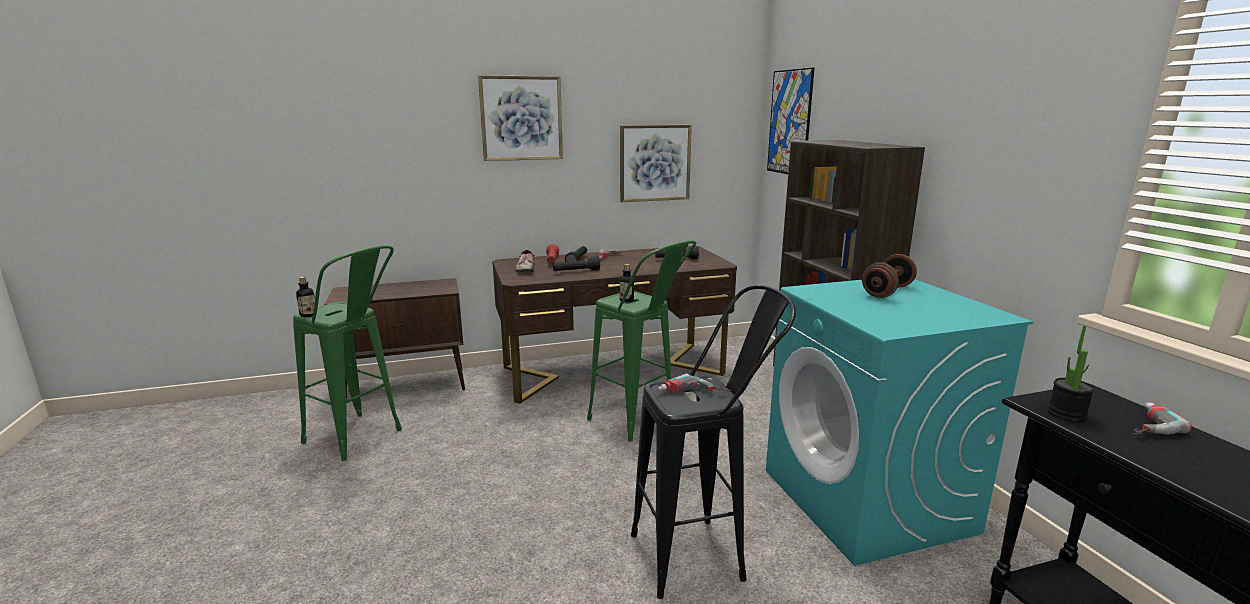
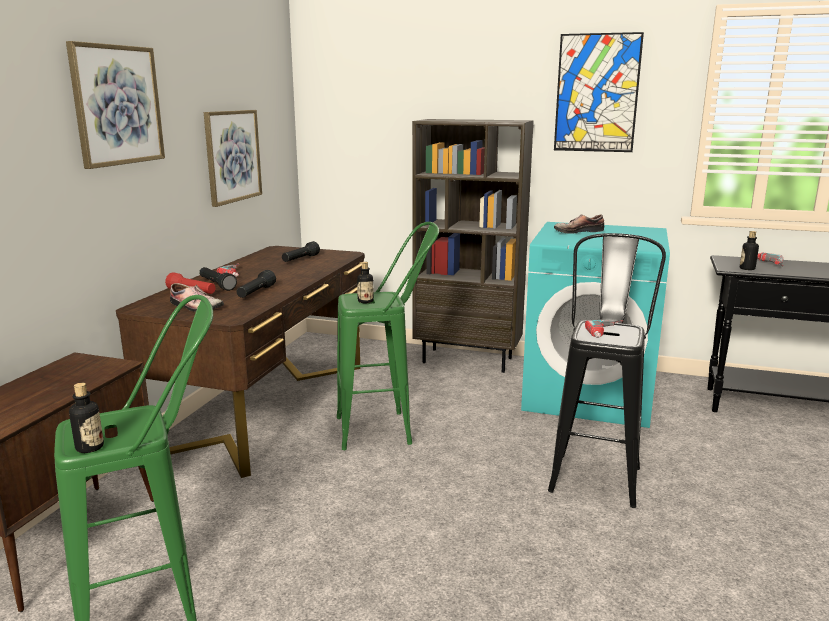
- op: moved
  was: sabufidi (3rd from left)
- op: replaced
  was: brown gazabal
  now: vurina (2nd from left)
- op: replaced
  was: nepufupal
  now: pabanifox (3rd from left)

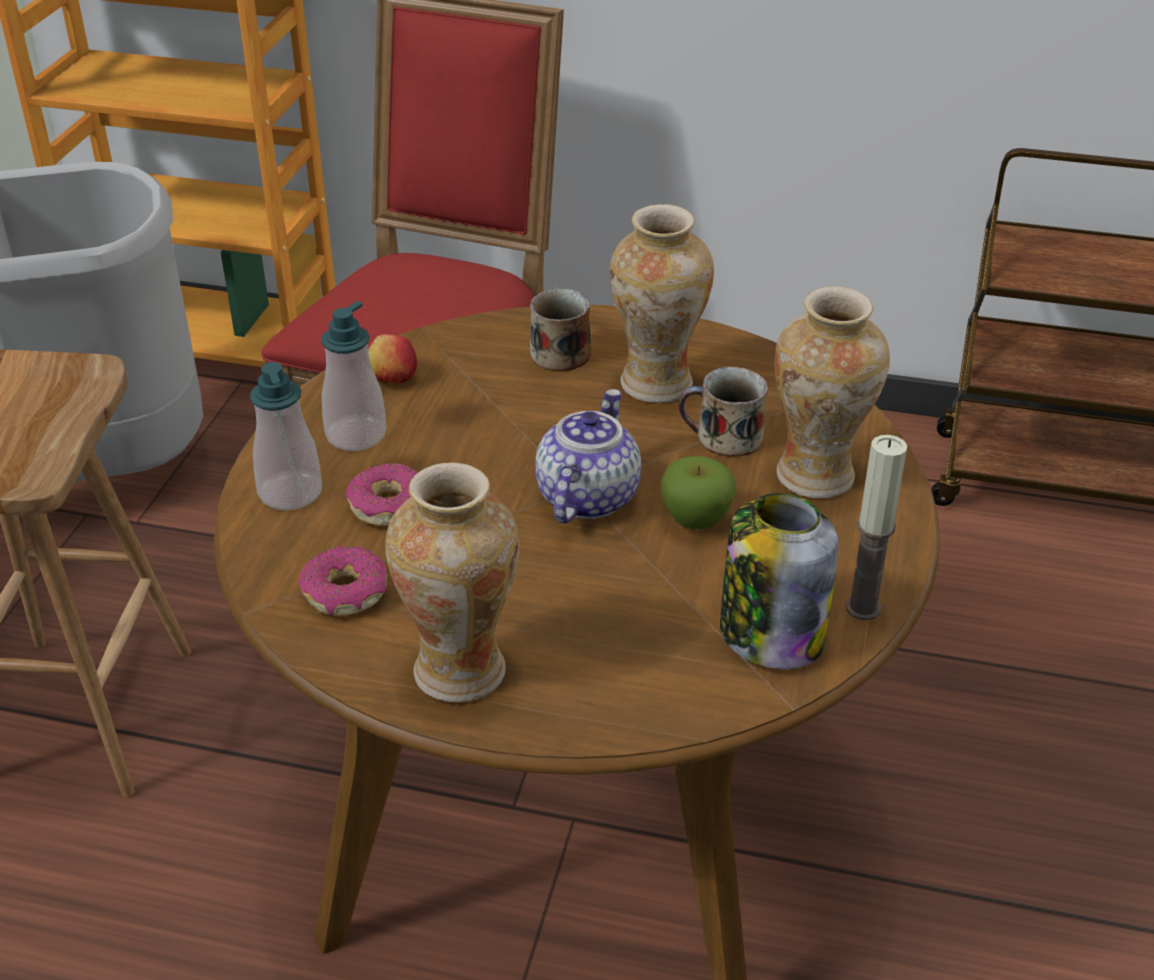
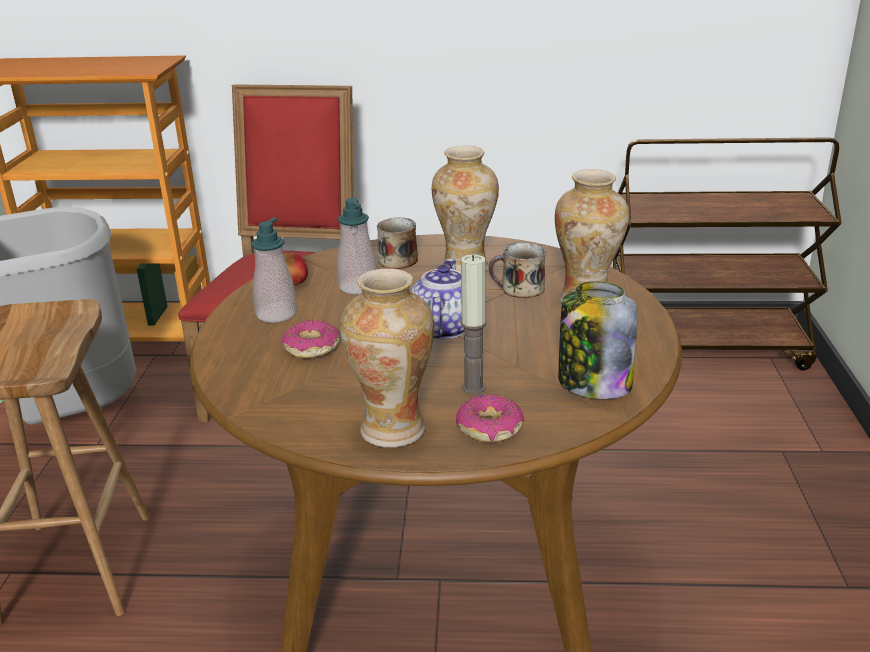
- op: moved
  was: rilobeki (1st from left in the first image)
  now: rilobeki (2nd from left)
- op: moved
  was: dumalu (1st from left in the first image)
  now: dumalu (2nd from left)
- op: removed
  was: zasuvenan (2nd from left)
- op: moved
  was: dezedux

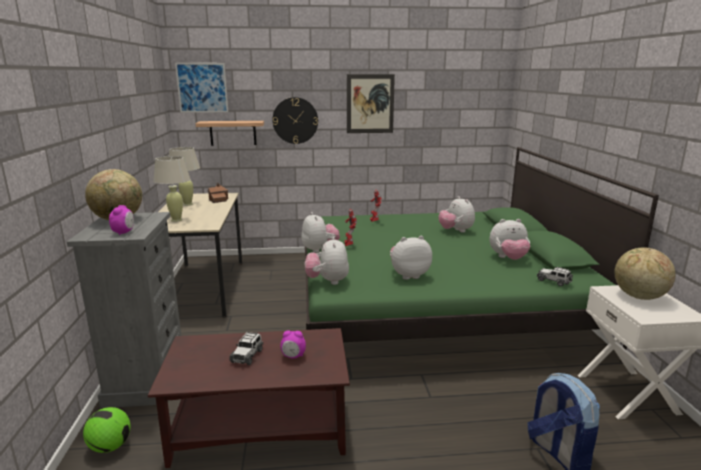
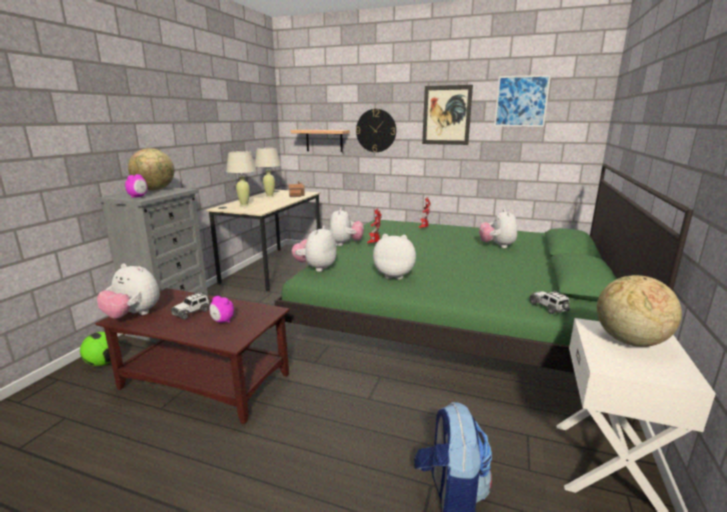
- op: moved
  was: sabufidi (1st from left in the first image)
  now: sabufidi (2nd from left)
- op: moved
  was: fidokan (5th from left in the first image)
  now: fidokan (1st from left)

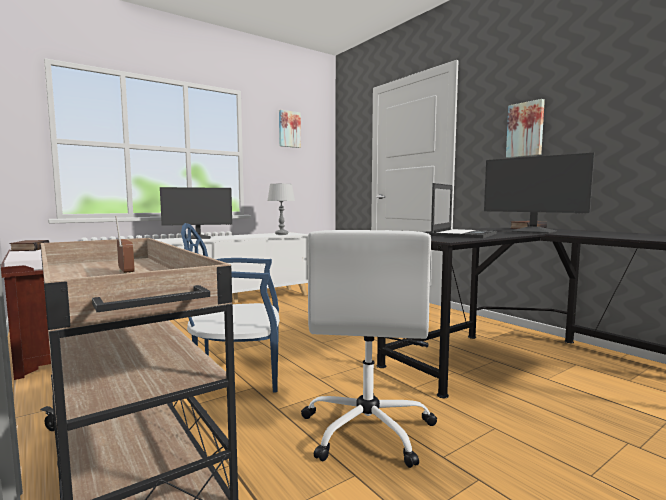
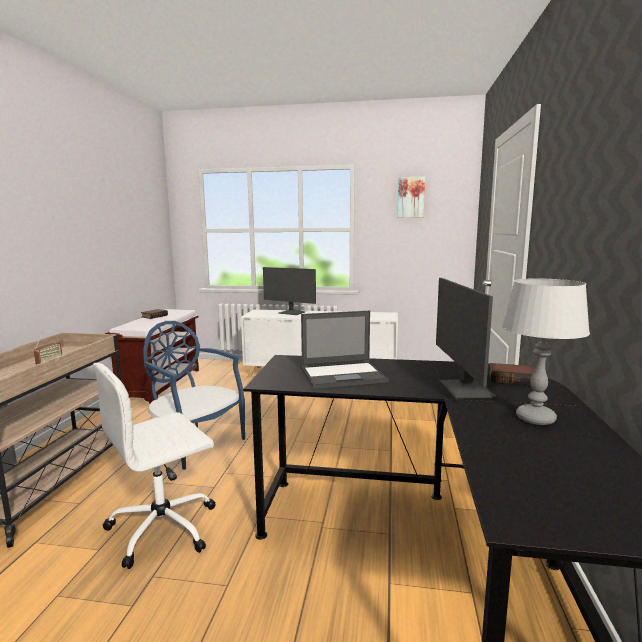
- op: moved
  was: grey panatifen
- op: removed
  was: sabufidi (2nd from left)

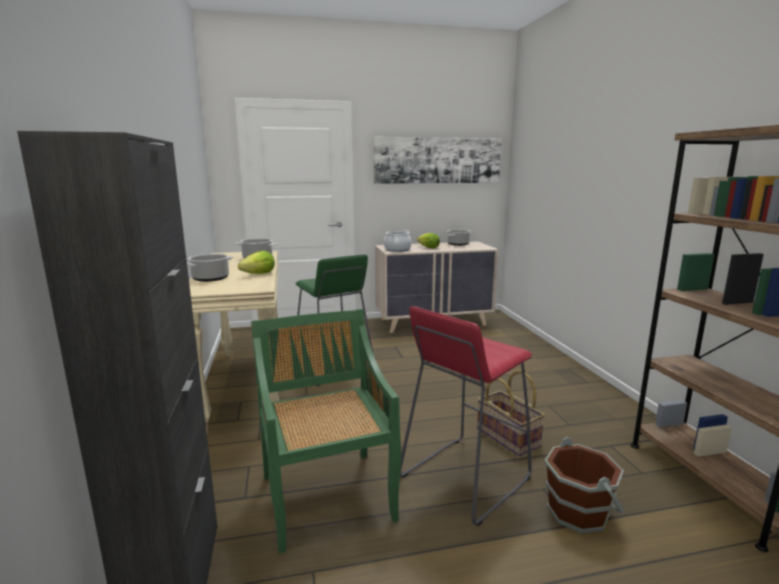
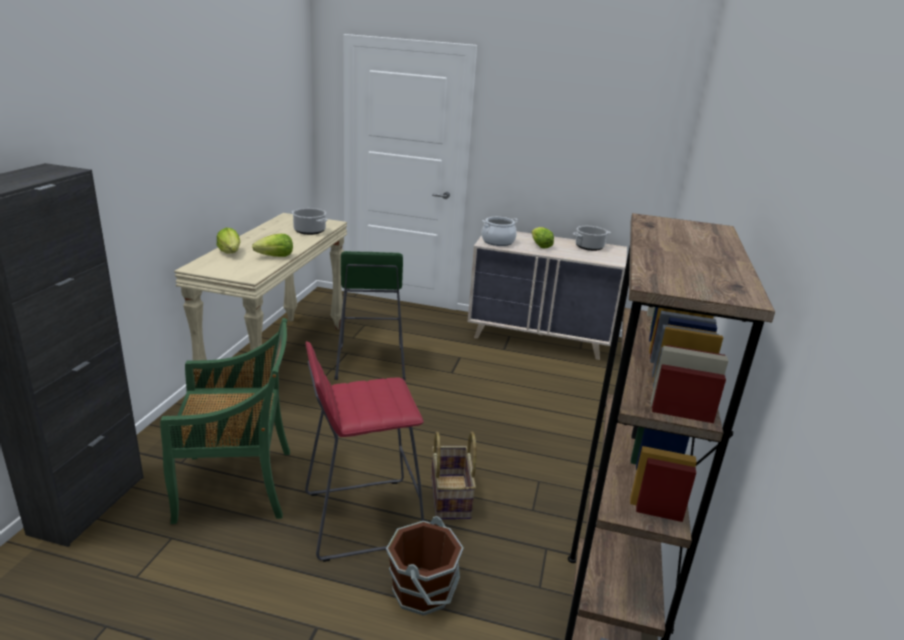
- op: replaced
  was: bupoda (1st from left)
  now: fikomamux (1st from left)
- op: turned
  was: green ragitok
  clockwise: 75
- op: removed
  was: sabufidi

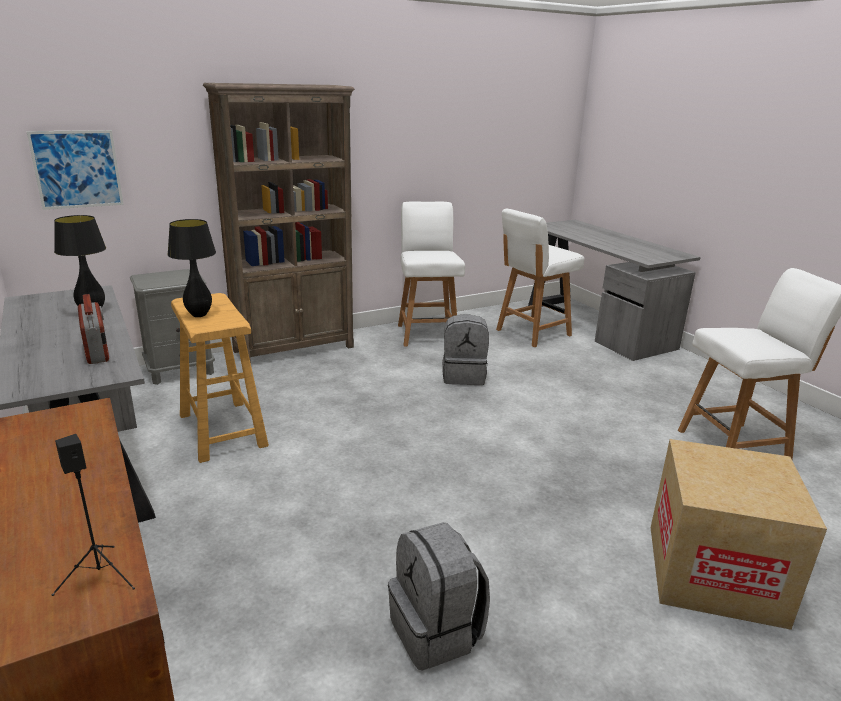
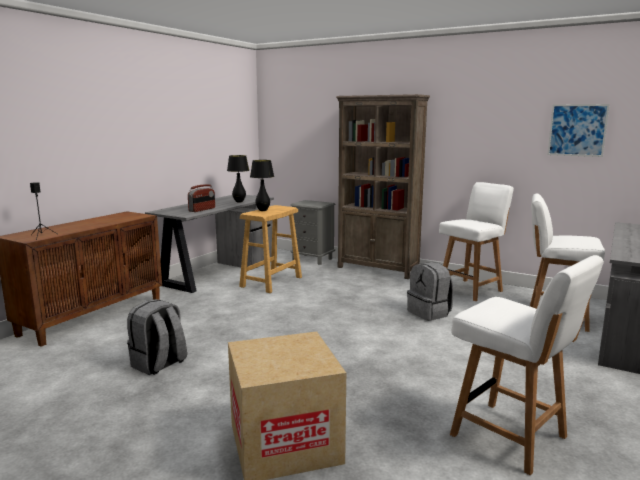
- op: moved
  was: sabufidi

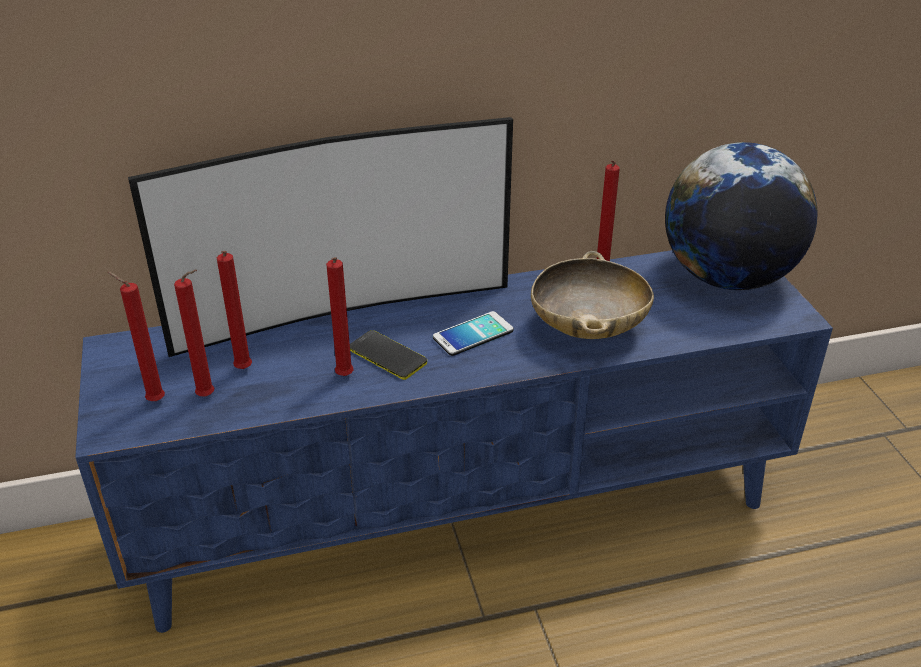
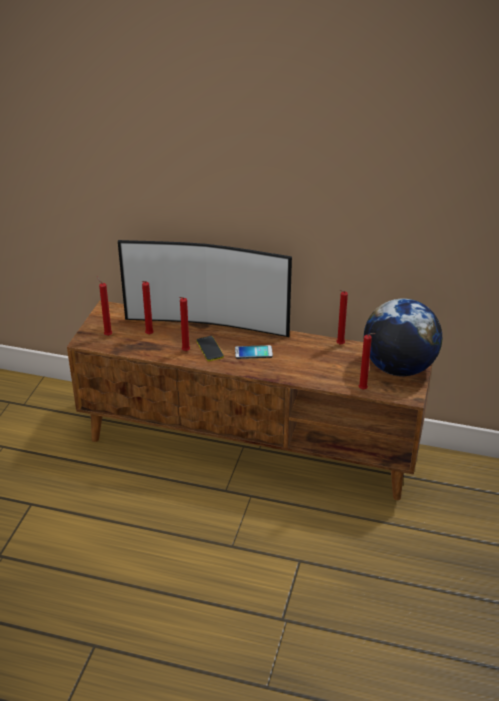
- op: recoloured
  was: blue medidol
  now: brown medidol
- op: moved
  was: red dezedux (2nd from left in the first image)
  now: red dezedux (5th from left)
- op: removed
  was: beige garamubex

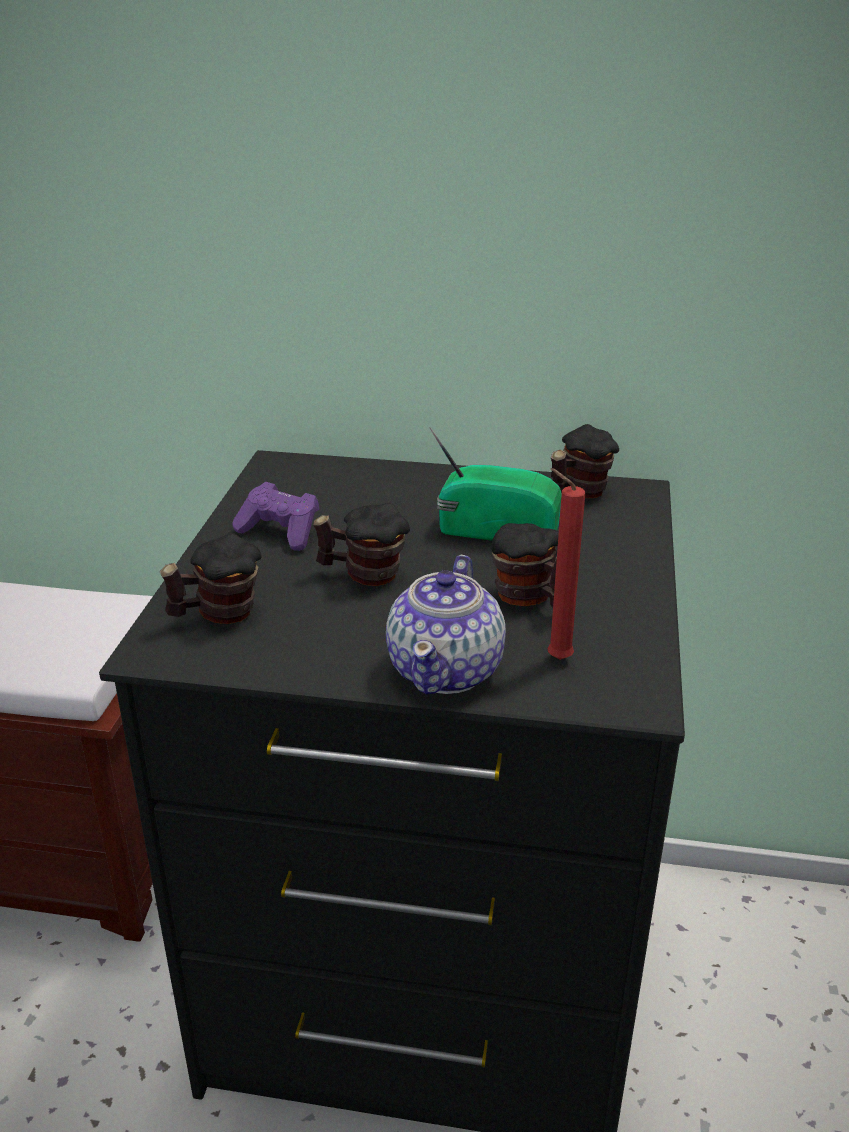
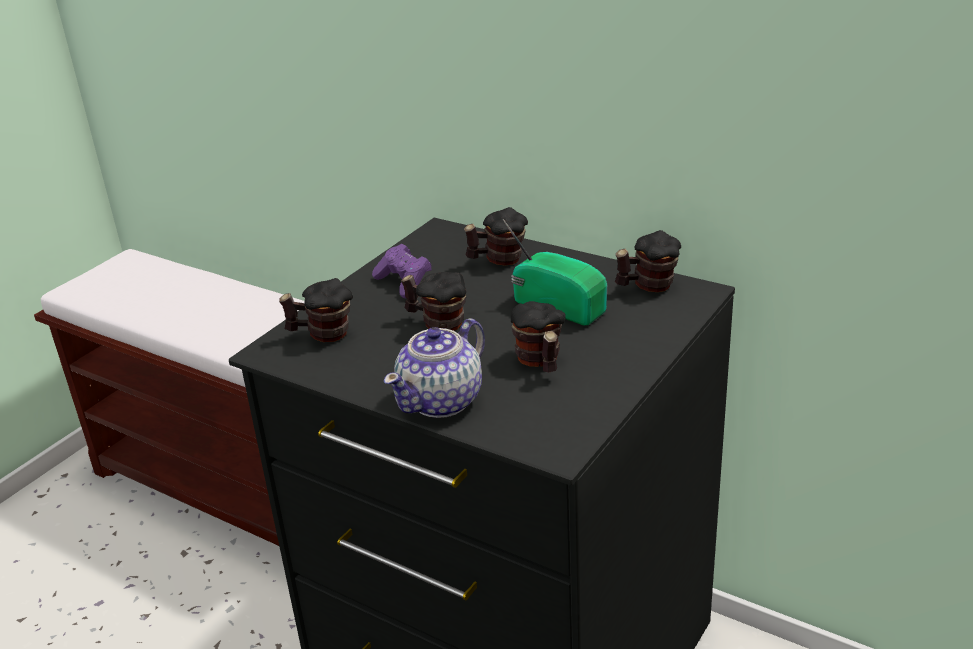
- op: removed
  was: red dezedux
- op: added
  now: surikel (3rd from left)

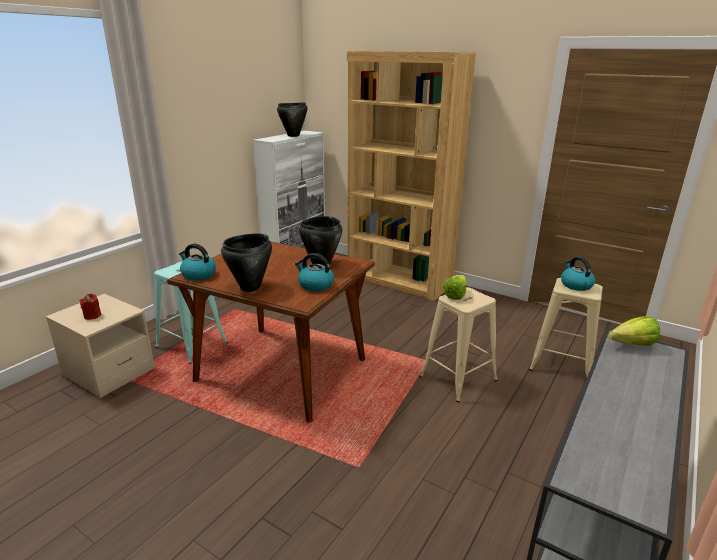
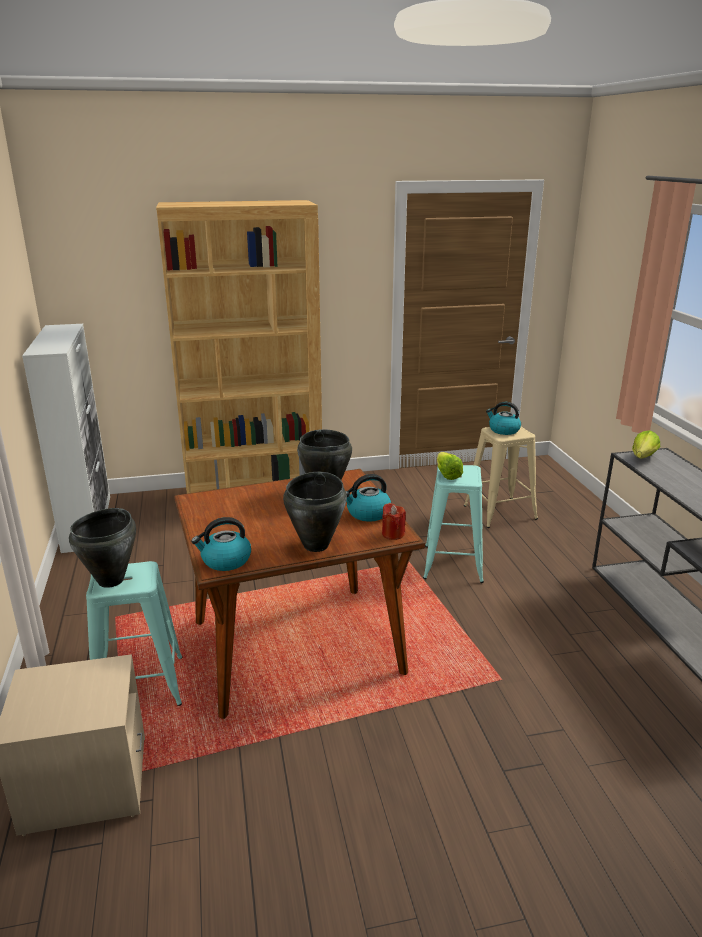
- op: moved
  was: red dezedux
- op: moved
  was: black bupoda (2nd from left in the first image)
  now: black bupoda (1st from left)
- op: recoloured
  was: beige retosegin (1st from left)
  now: turquoise retosegin (2nd from left)

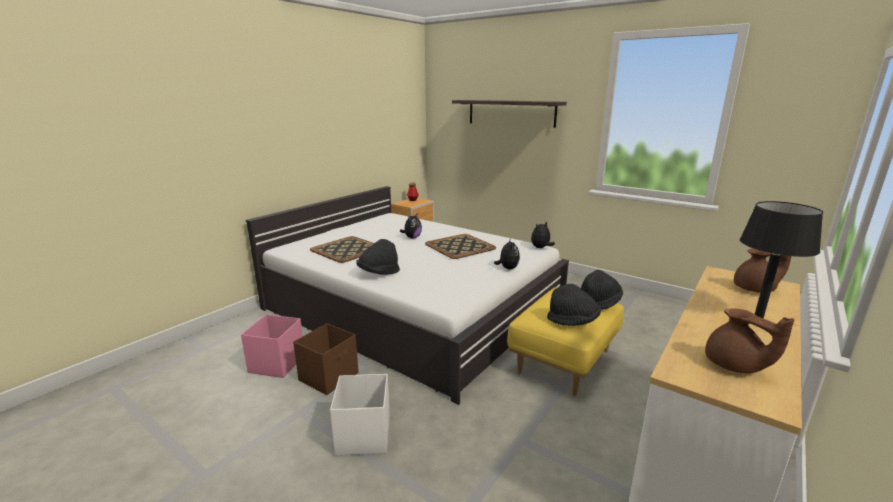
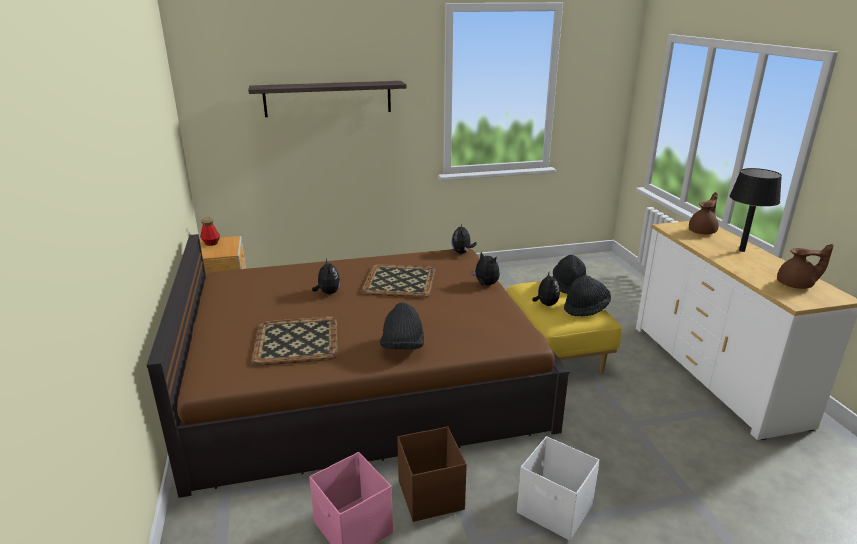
- op: recoloured
  was: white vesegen
  now: brown vesegen
- op: added
  now: fidokan (4th from left)

